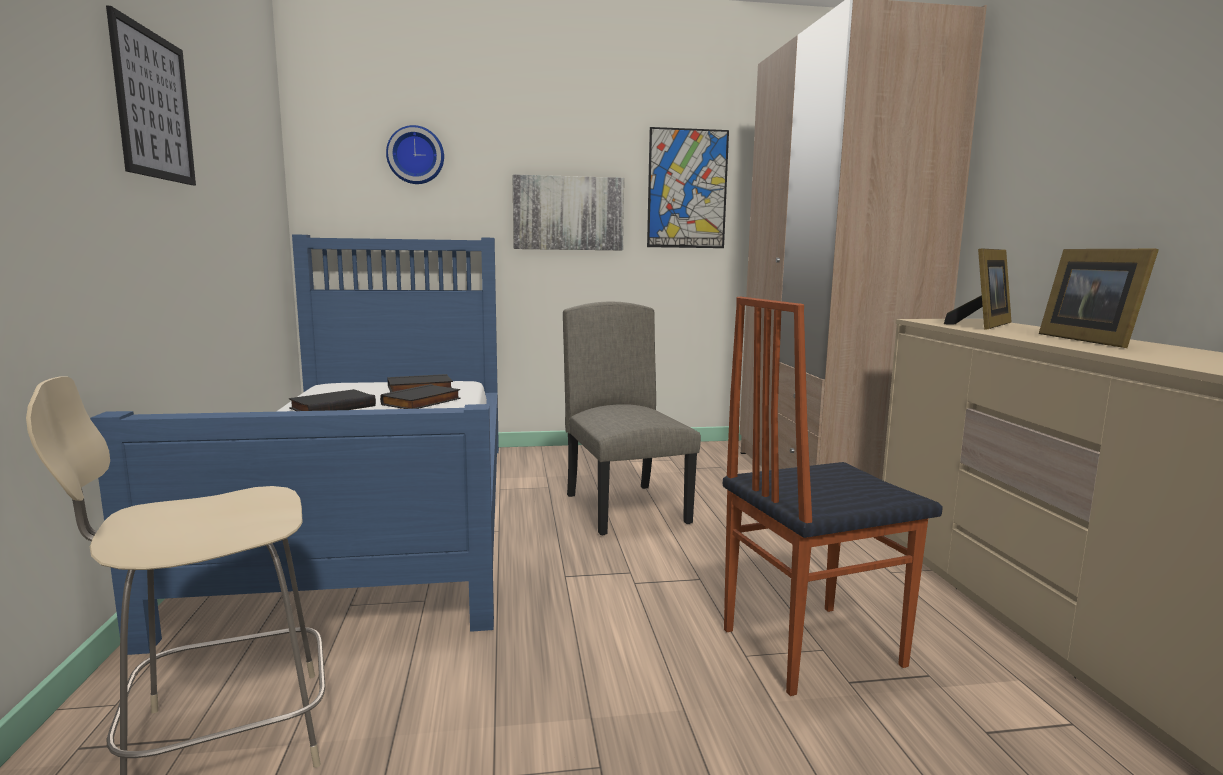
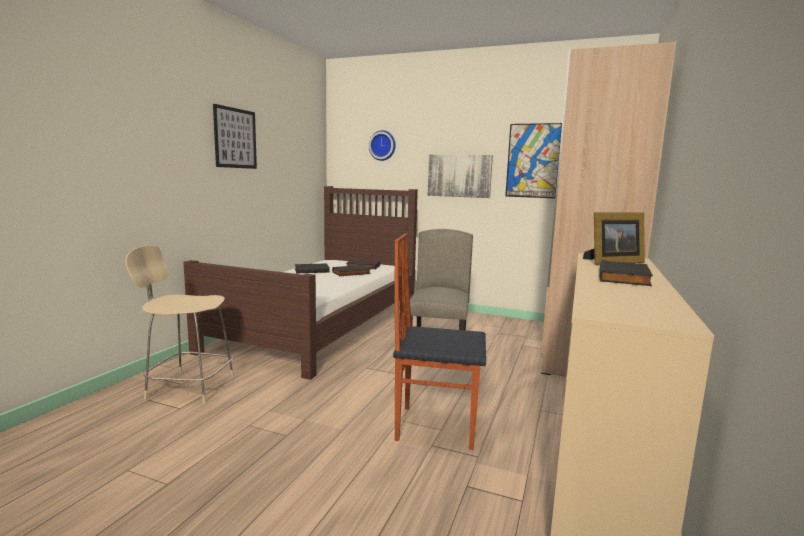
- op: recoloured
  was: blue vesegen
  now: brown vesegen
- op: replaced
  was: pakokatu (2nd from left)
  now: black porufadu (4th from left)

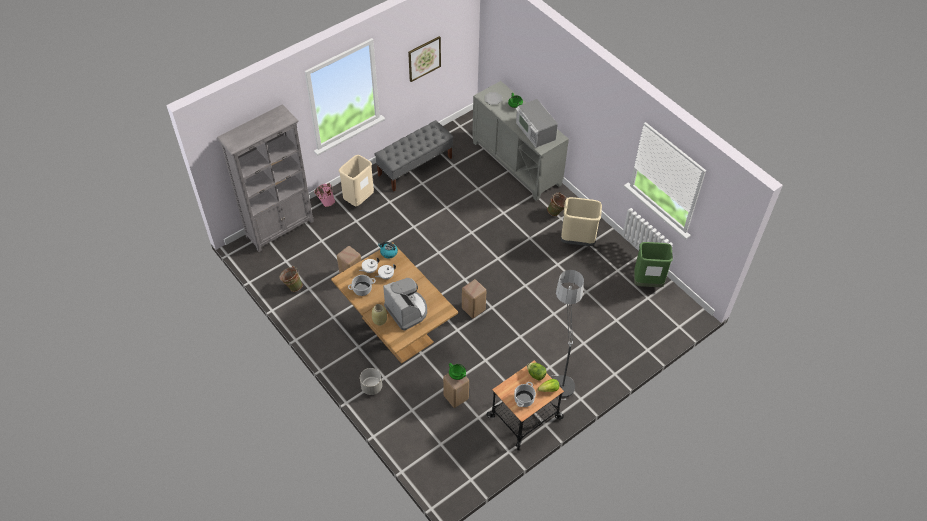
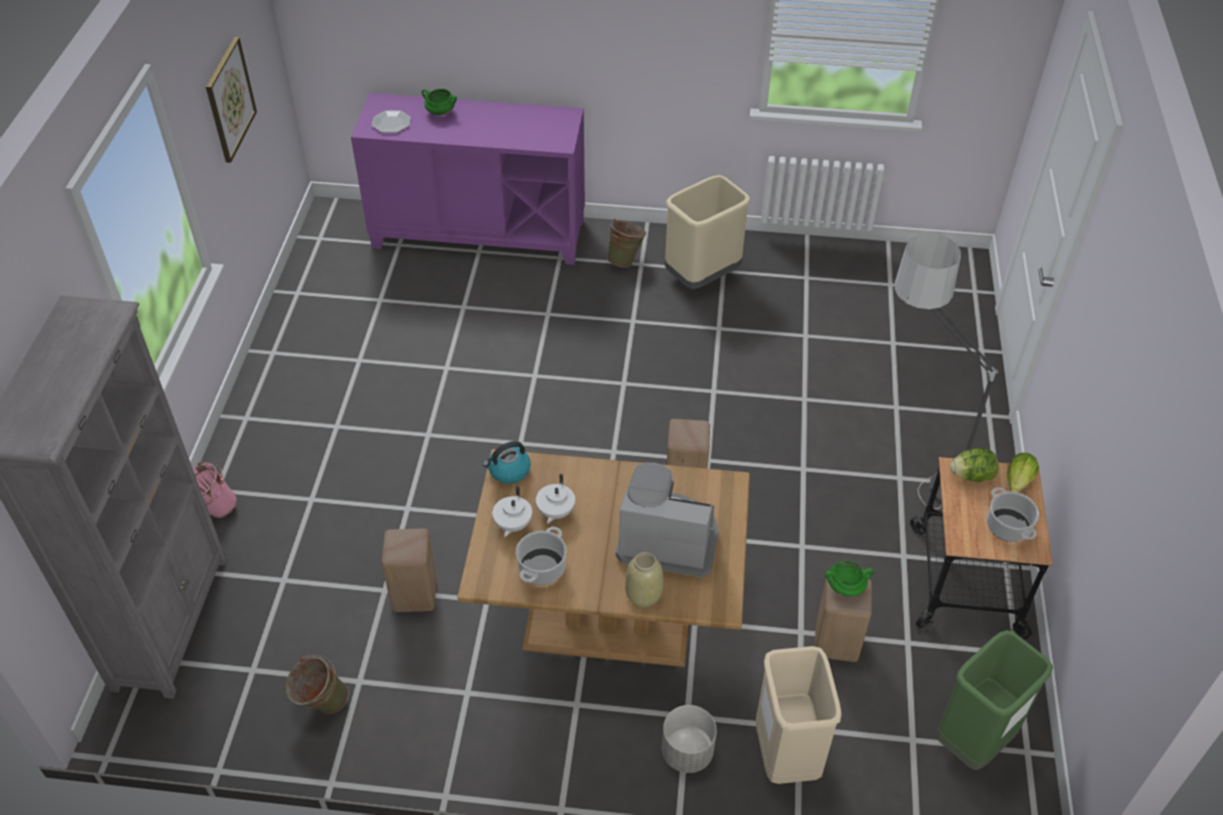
- op: moved
  was: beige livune (1st from left in the first image)
  now: beige livune (2nd from left)
- op: removed
  was: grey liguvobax
- op: recoloured
  was: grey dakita
  now: purple dakita
- op: removed
  was: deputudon
- op: moved
  was: green livune

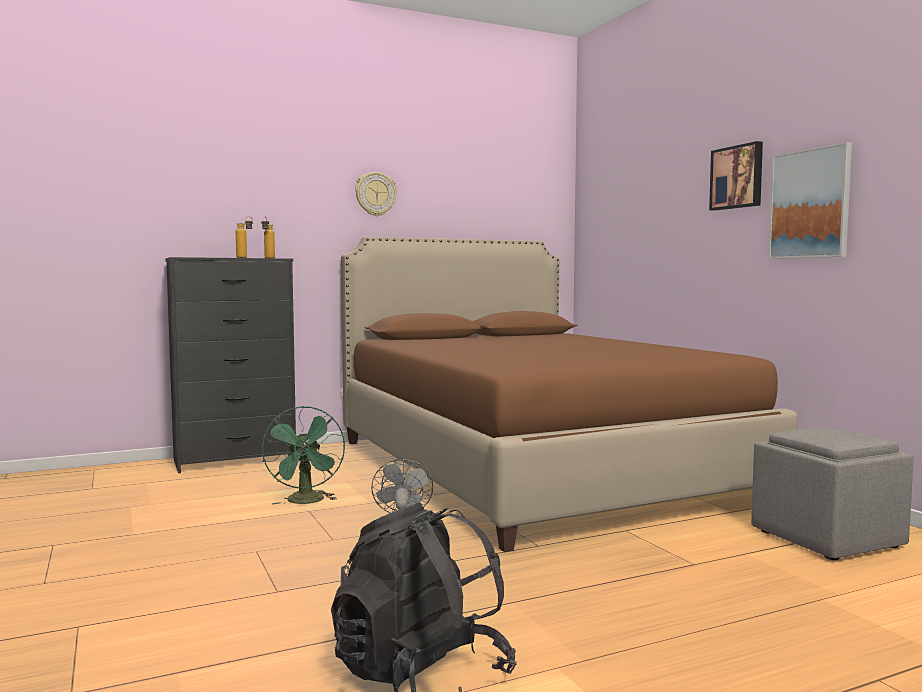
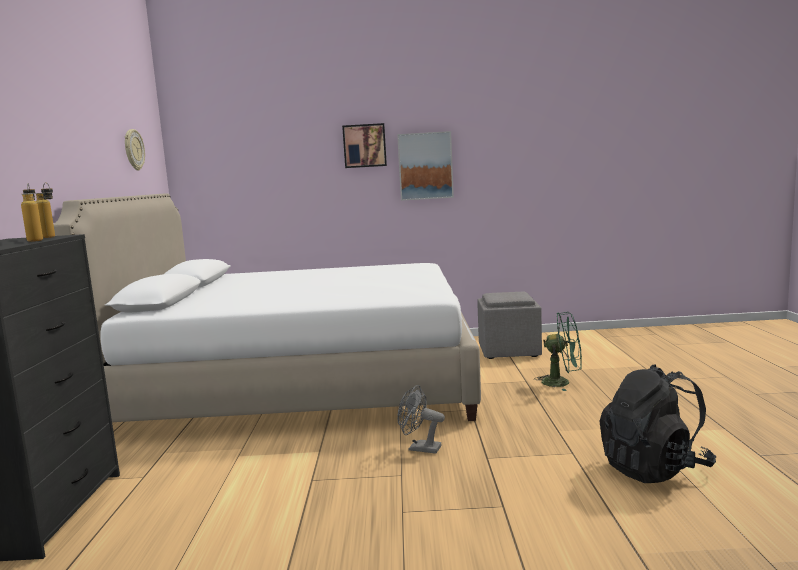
- op: moved
  was: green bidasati
- op: recoloured
  was: brown vesegen
  now: white vesegen
- op: moved
  was: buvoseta

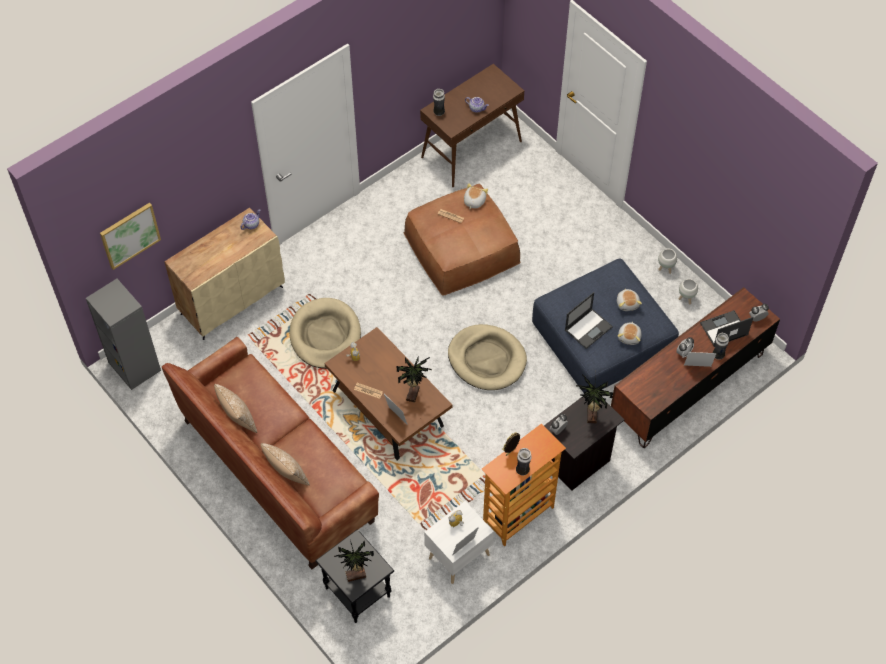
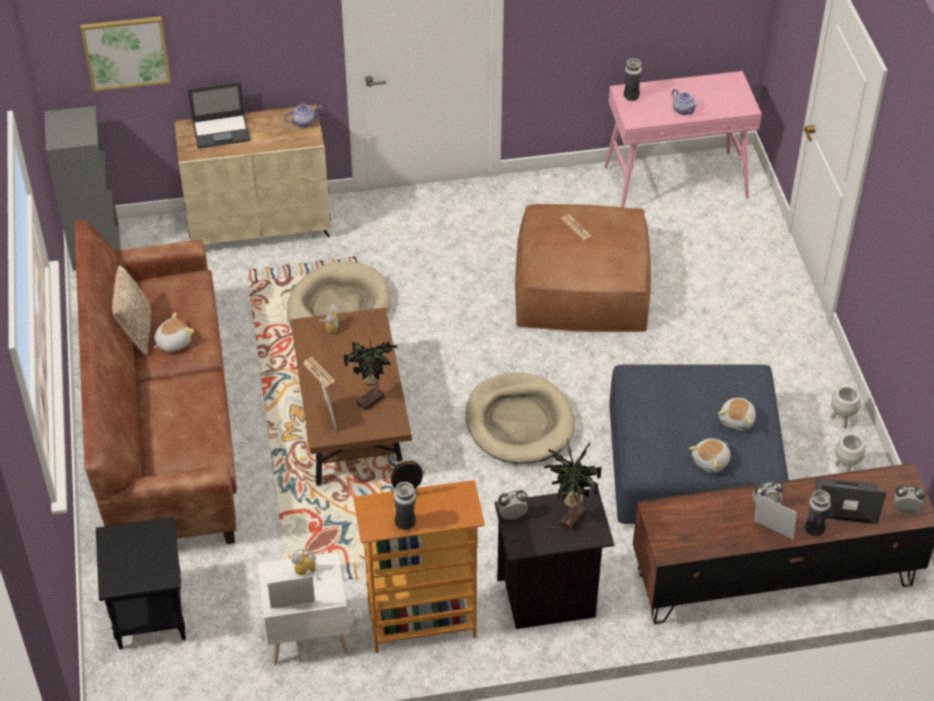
- op: removed
  was: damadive (2nd from left)
- op: removed
  was: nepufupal (1st from left)
- op: recoloured
  was: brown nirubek
  now: pink nirubek
- op: moved
  was: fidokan (1st from left)
- op: moved
  was: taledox (1st from left)

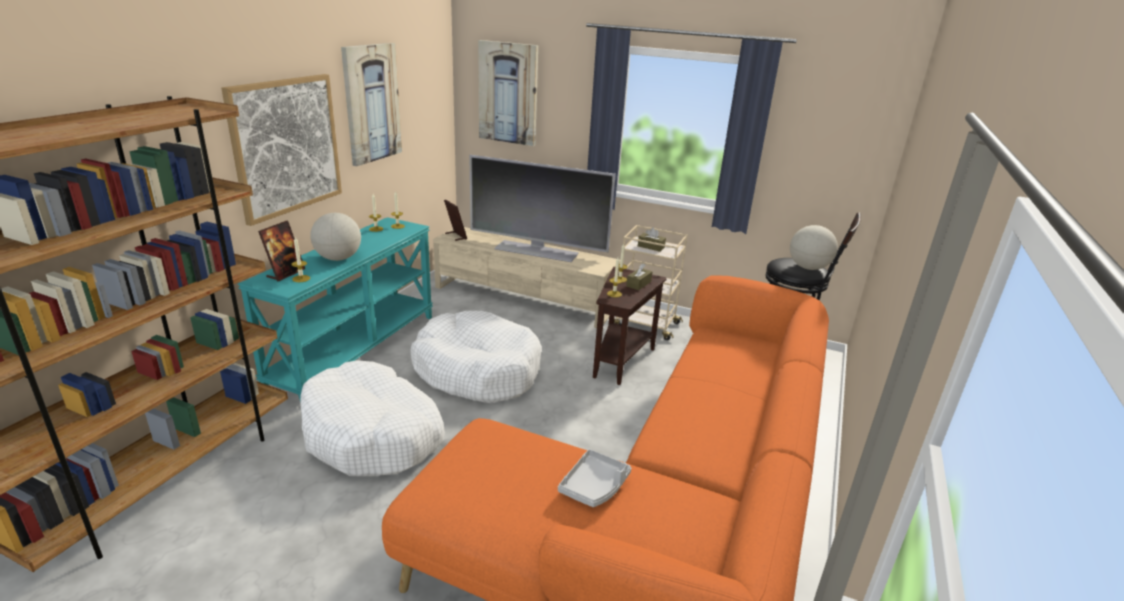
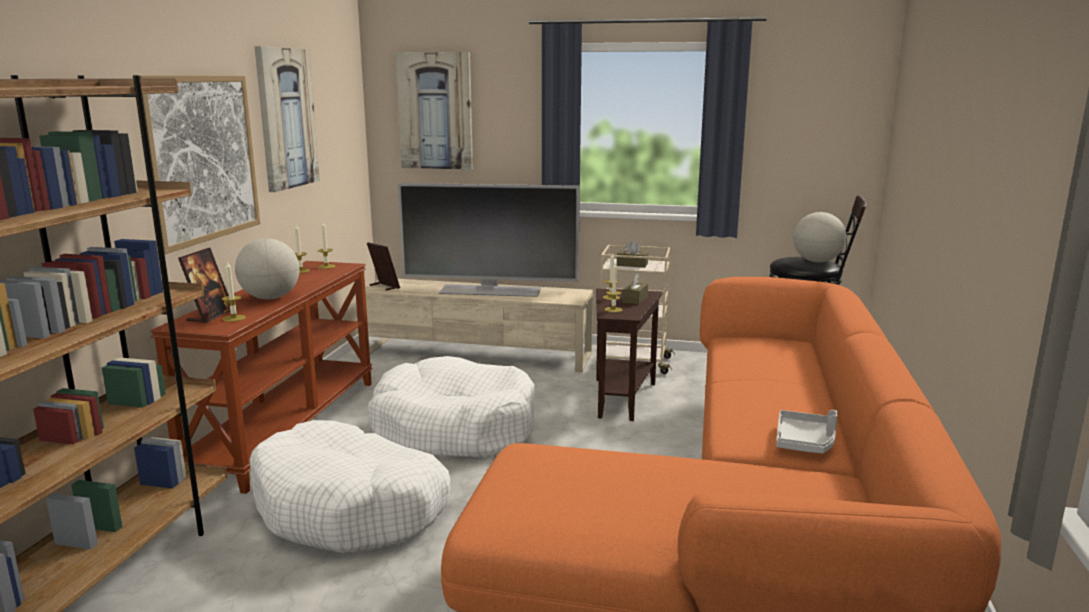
- op: recoloured
  was: turquoise nirubek
  now: brown nirubek
- op: moved
  was: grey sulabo

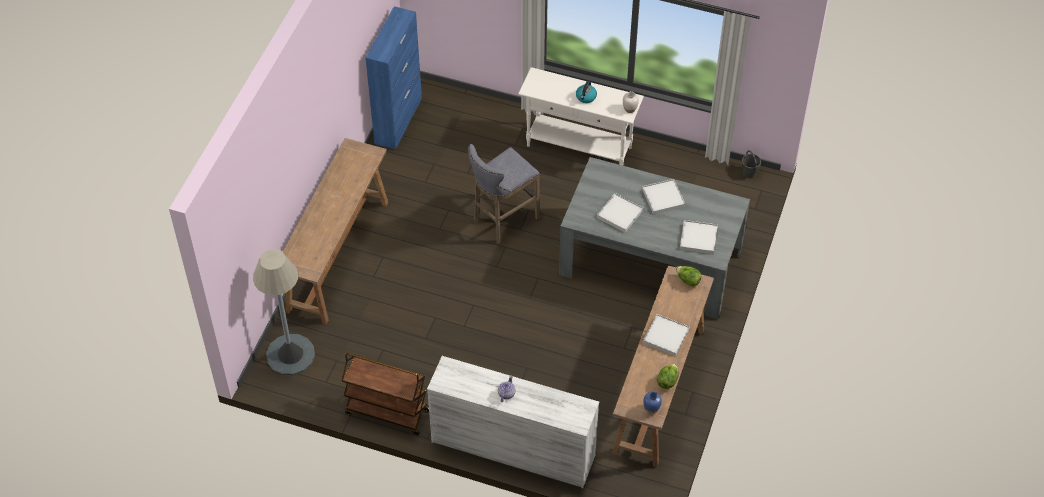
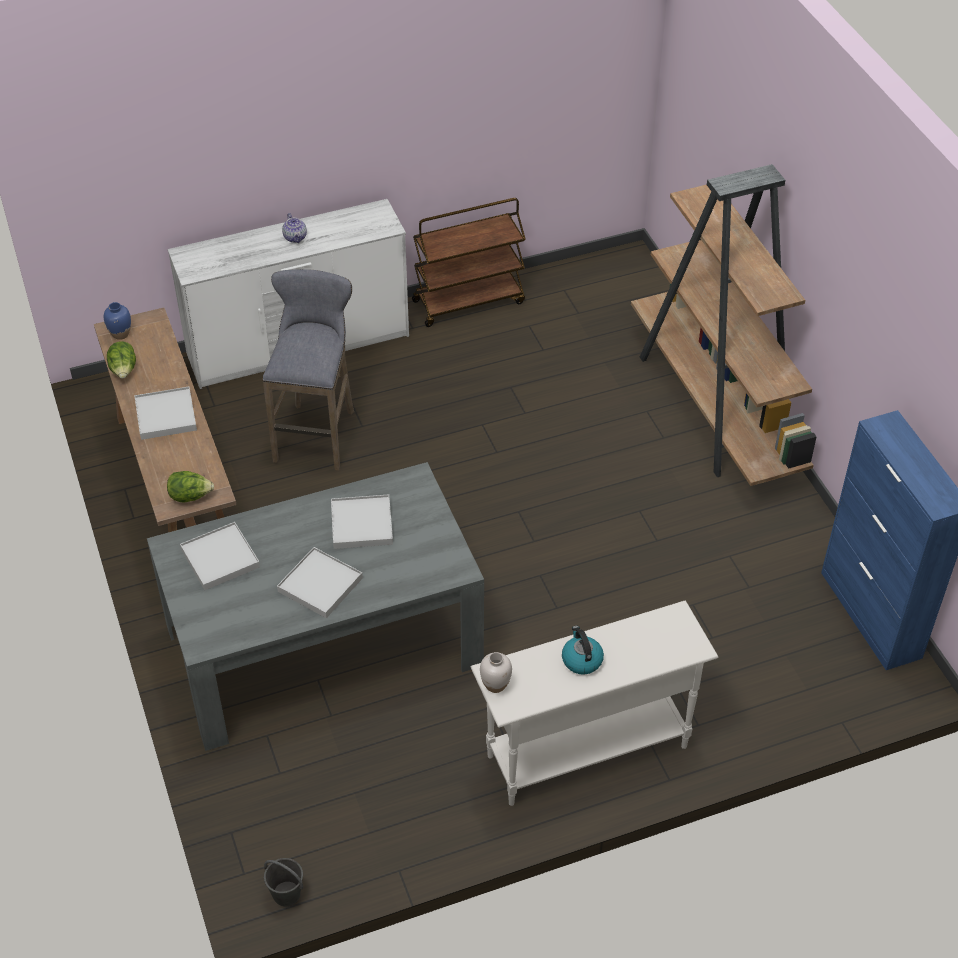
- op: removed
  was: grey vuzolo
- op: replaced
  was: brown nirubek (1st from left)
  now: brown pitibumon
- op: moved
  was: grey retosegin

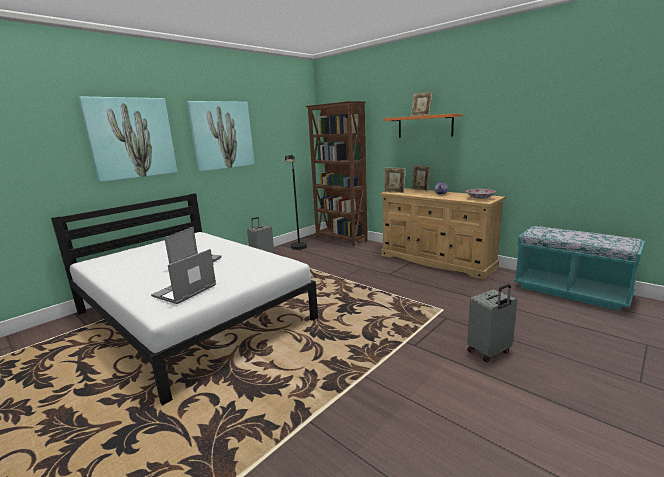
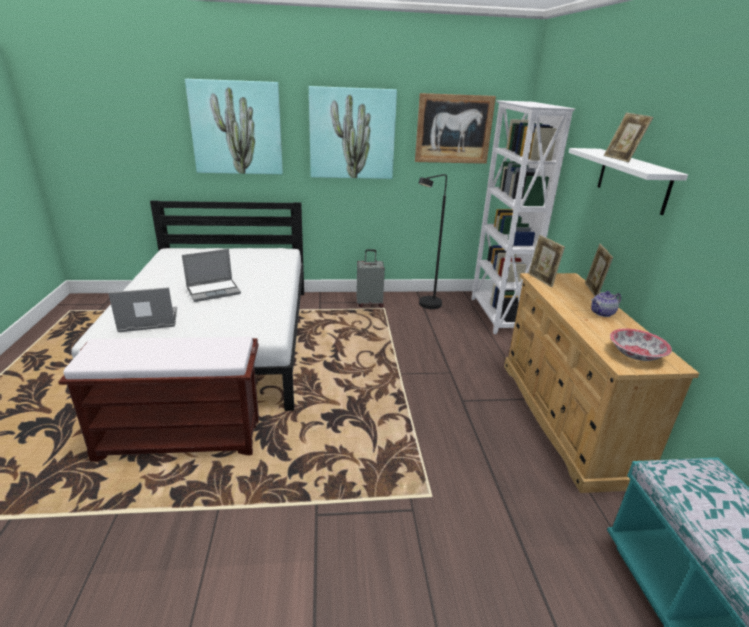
- op: recoloured
  was: brown pitibumon
  now: white pitibumon
- op: recoloured
  was: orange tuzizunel
  now: white tuzizunel
- op: removed
  was: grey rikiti (2nd from left)
- op: added
  now: brown liguvobax
- op: added
  now: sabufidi (3rd from left)

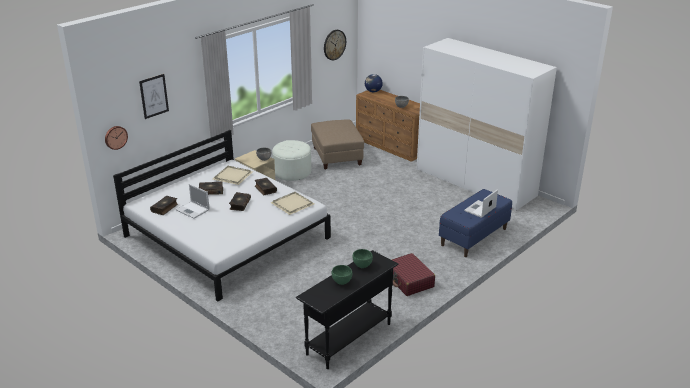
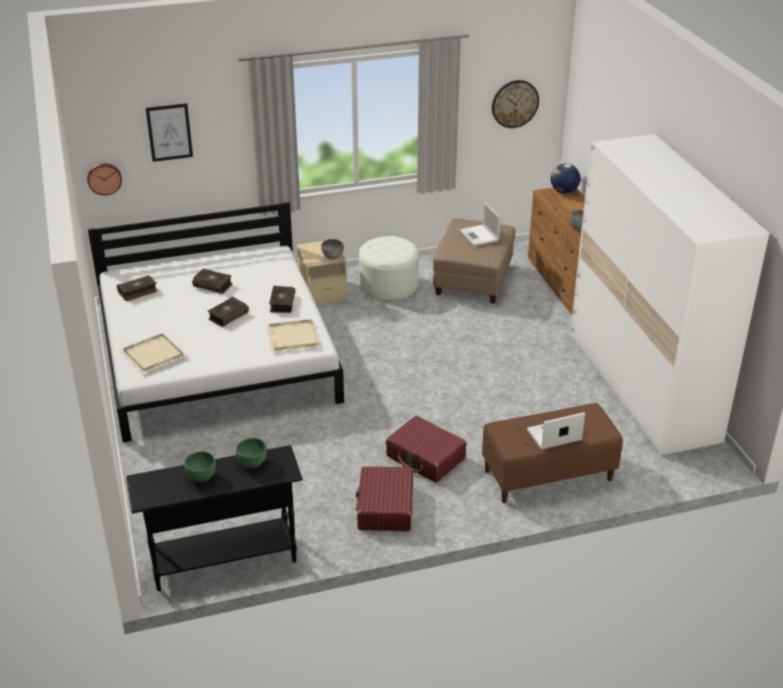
- op: moved
  was: taledox (1st from left)
- op: moved
  was: beige sulabo (1st from left)
- op: recoloured
  was: blue liguvobax
  now: brown liguvobax
- op: added
  now: red rikiti (2nd from left)

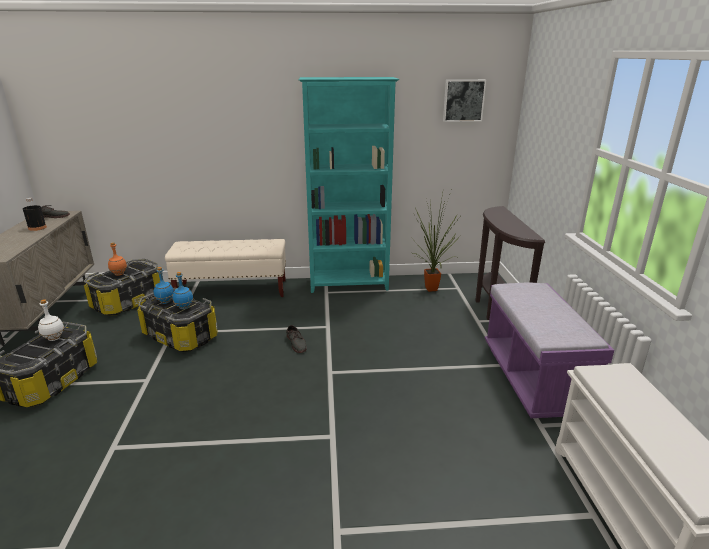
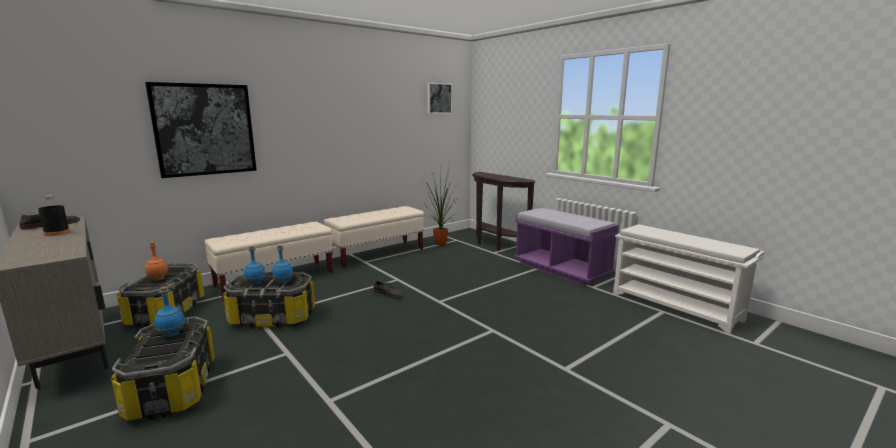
- op: recoloured
  was: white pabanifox
  now: blue pabanifox (1st from left)
- op: replaced
  was: turquoise pitibumon
  now: beige liguvobax (2nd from left)
- op: added
  now: sabufidi (1st from left)

